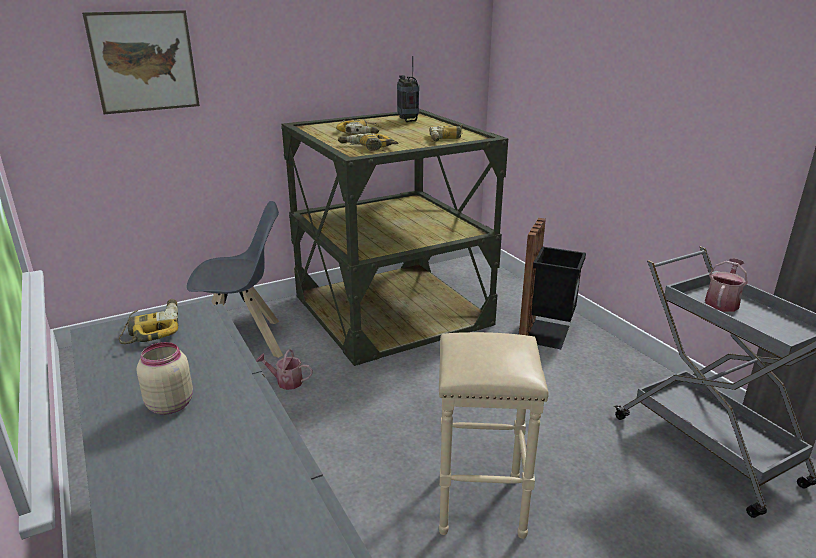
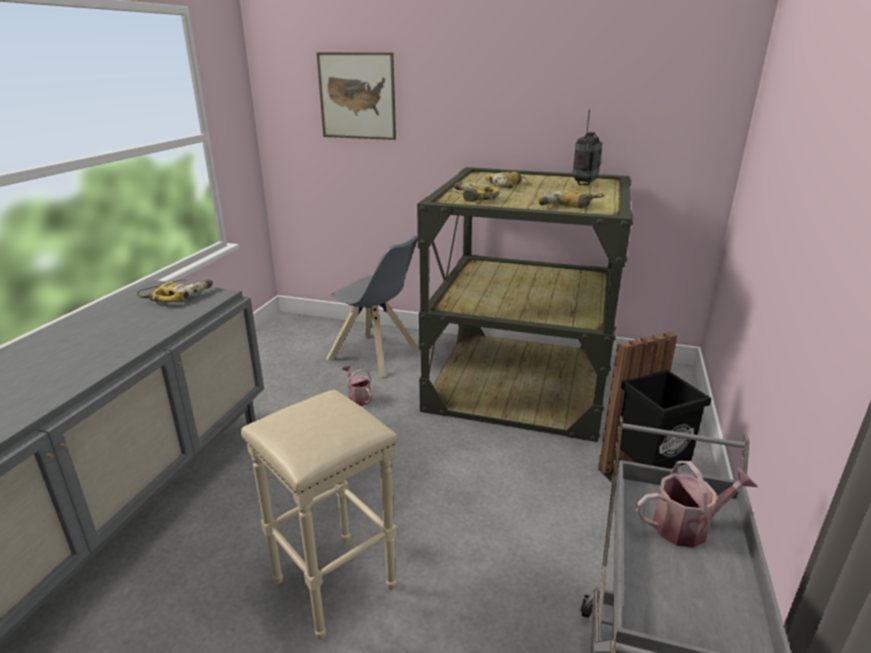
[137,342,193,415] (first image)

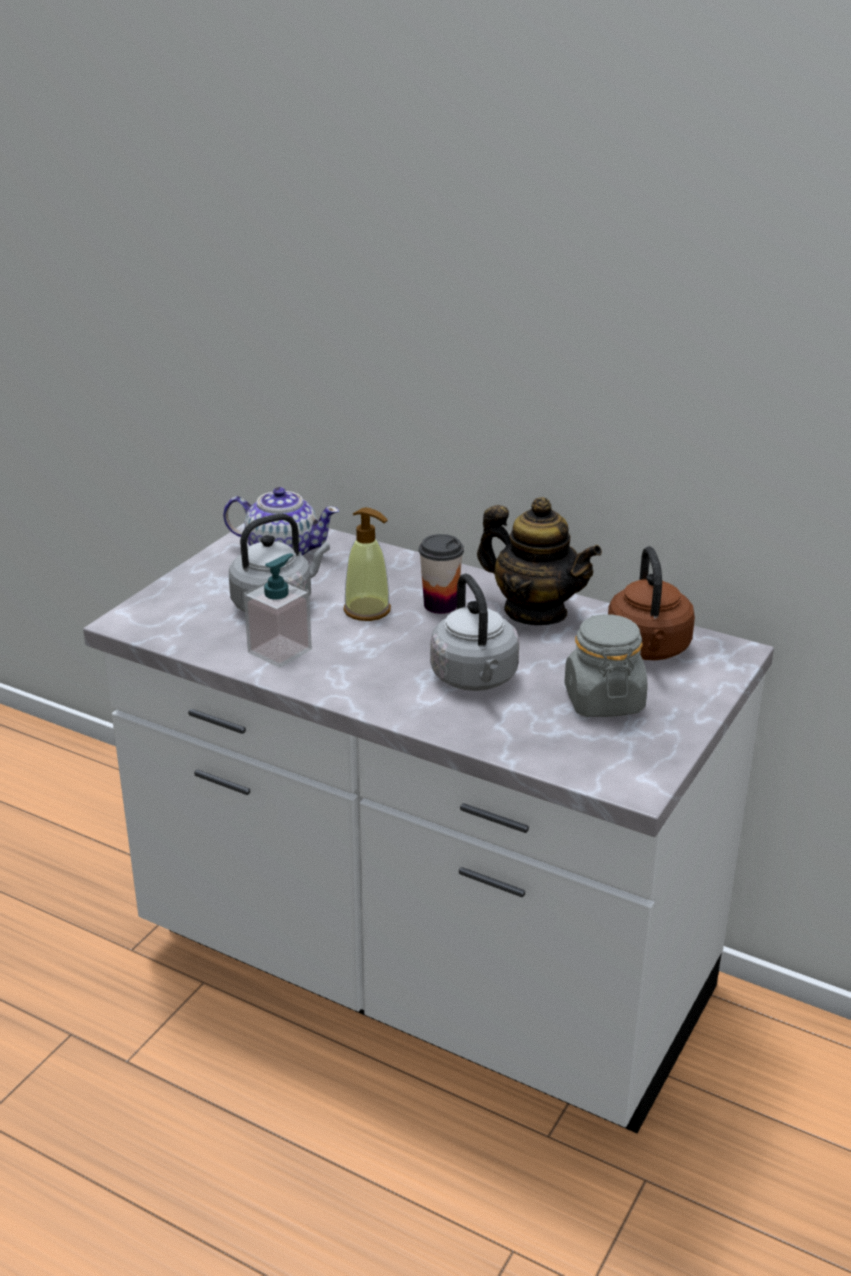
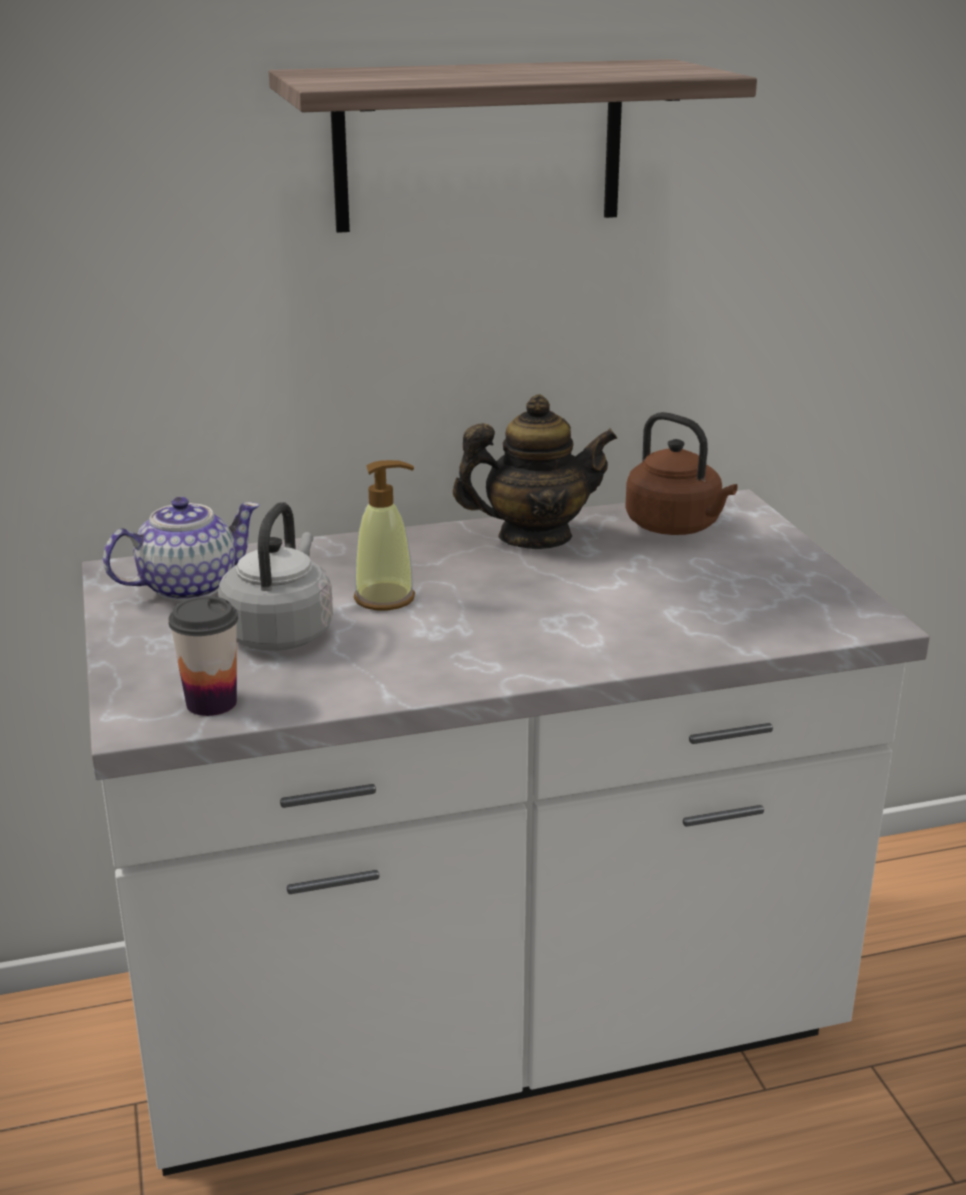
[168,596,238,716]
[269,59,757,233]
[244,553,312,668] (first image)
[430,573,520,691] (first image)
[564,614,648,717] (first image)

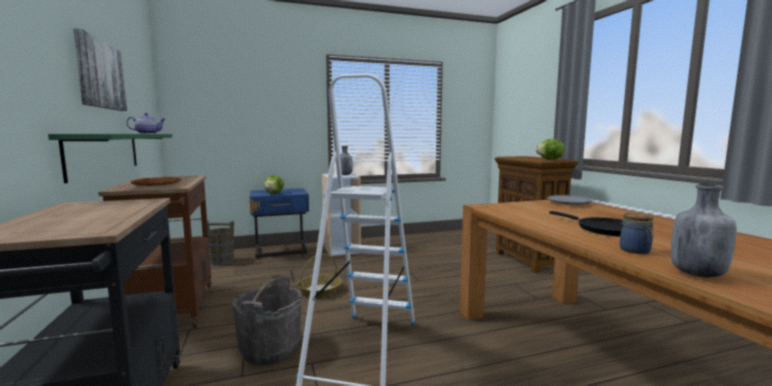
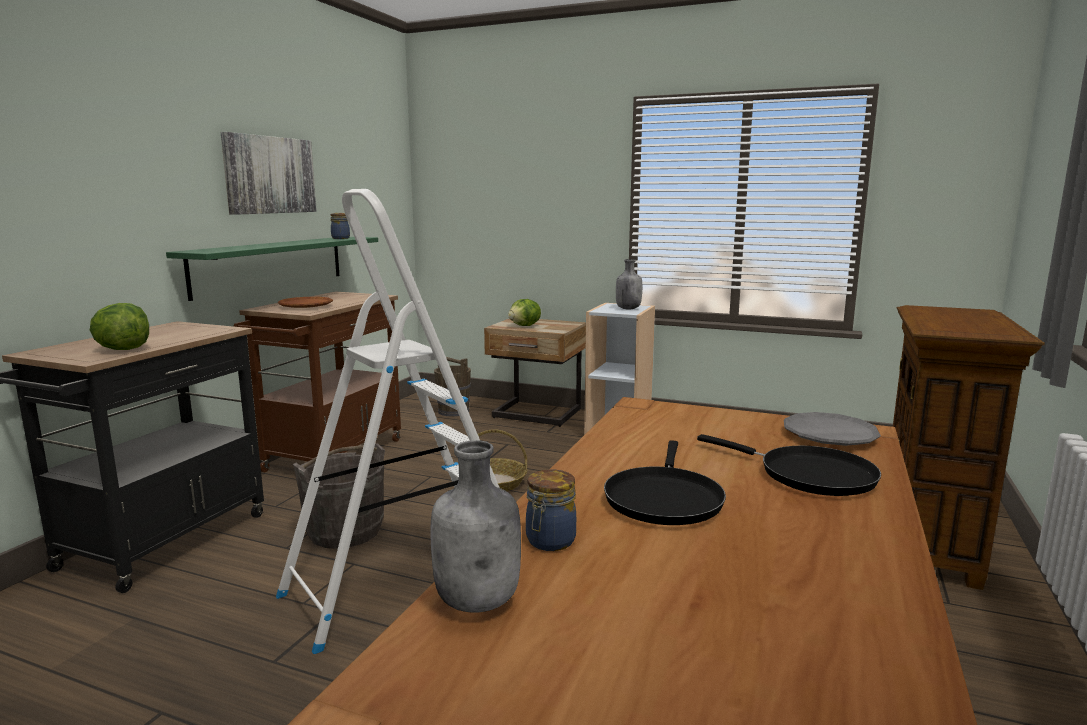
[90,303,149,350]
[330,213,350,239]
[484,318,586,427]
[697,434,881,496]

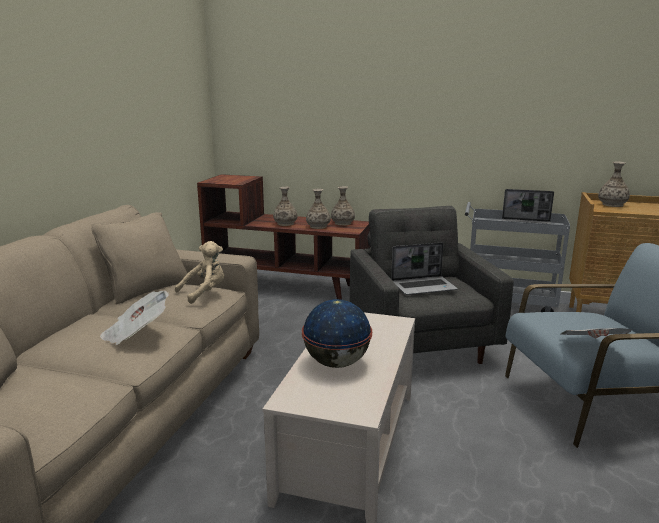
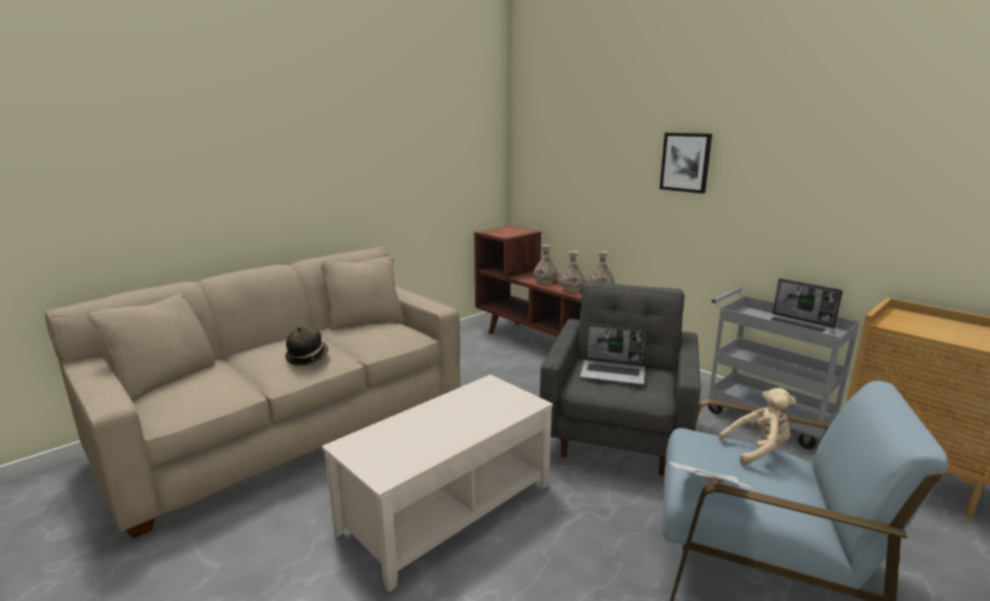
[285,327,329,366]
[660,133,712,194]
[718,388,796,466]
[302,299,372,368] (first image)
[598,161,630,207] (first image)

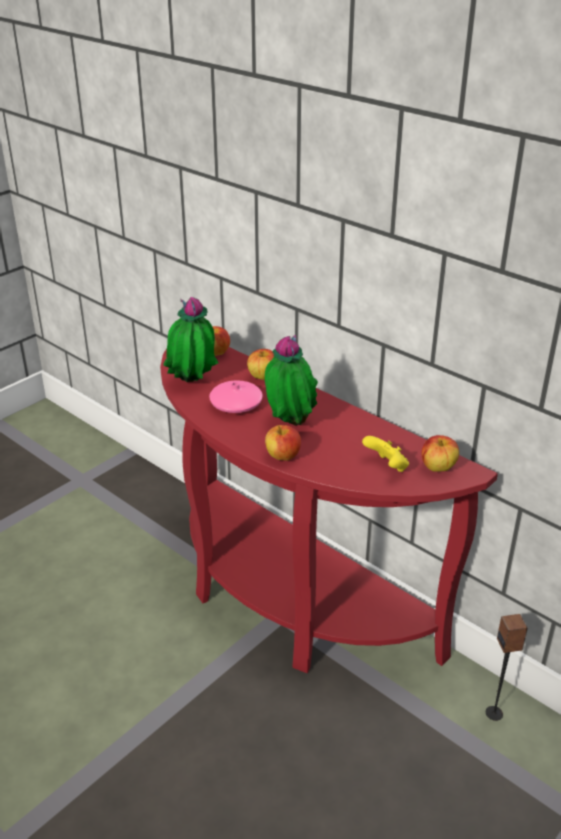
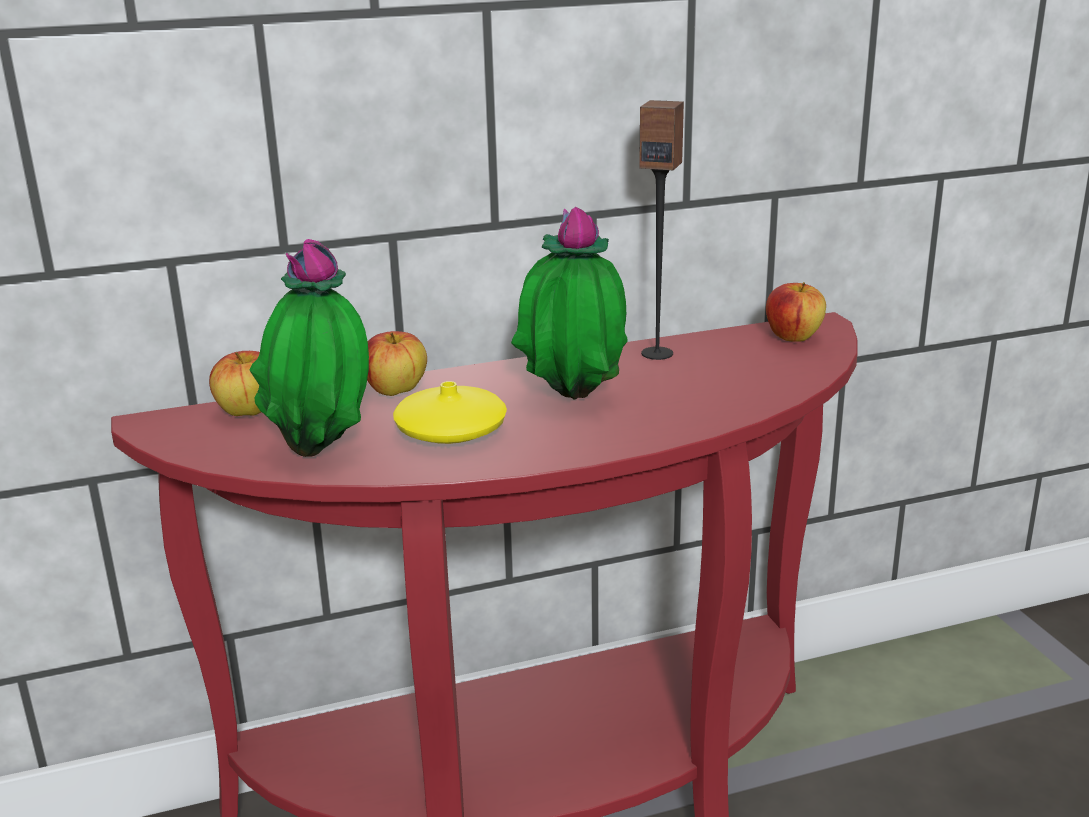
[393,381,507,444]
[639,100,684,360]
[265,425,301,461] (first image)
[362,436,409,472] (first image)

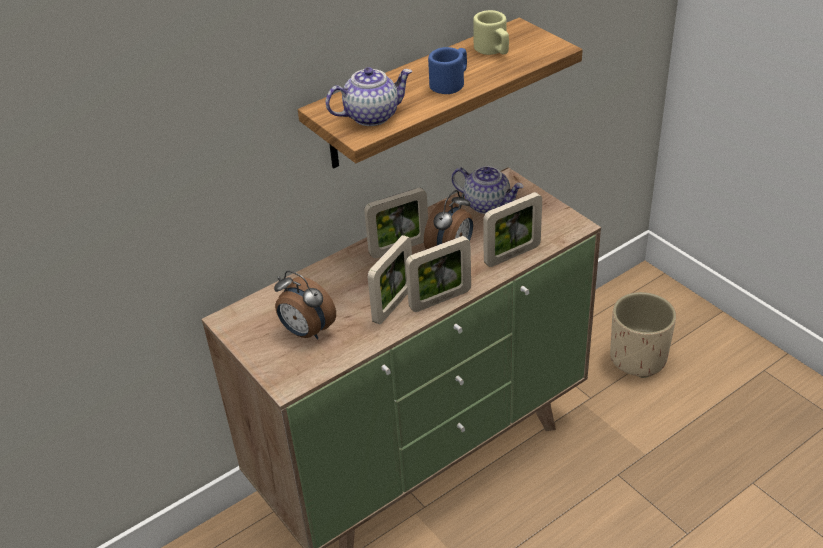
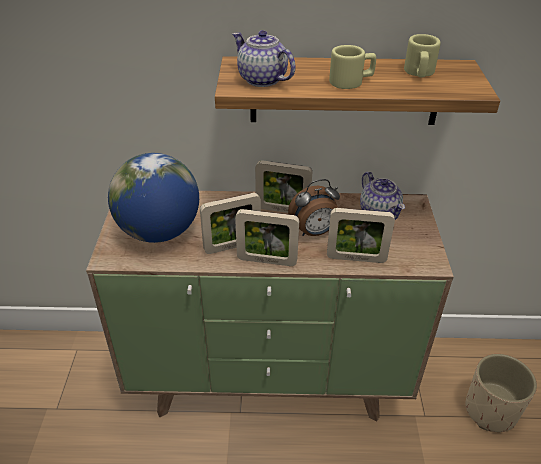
[108,153,199,243]
[232,30,296,87]
[329,45,376,89]

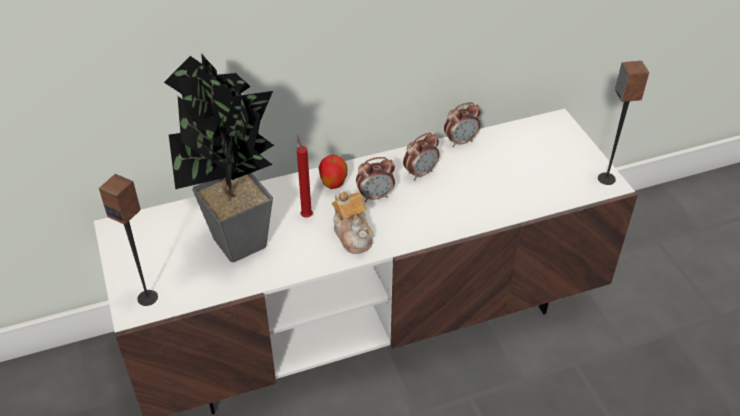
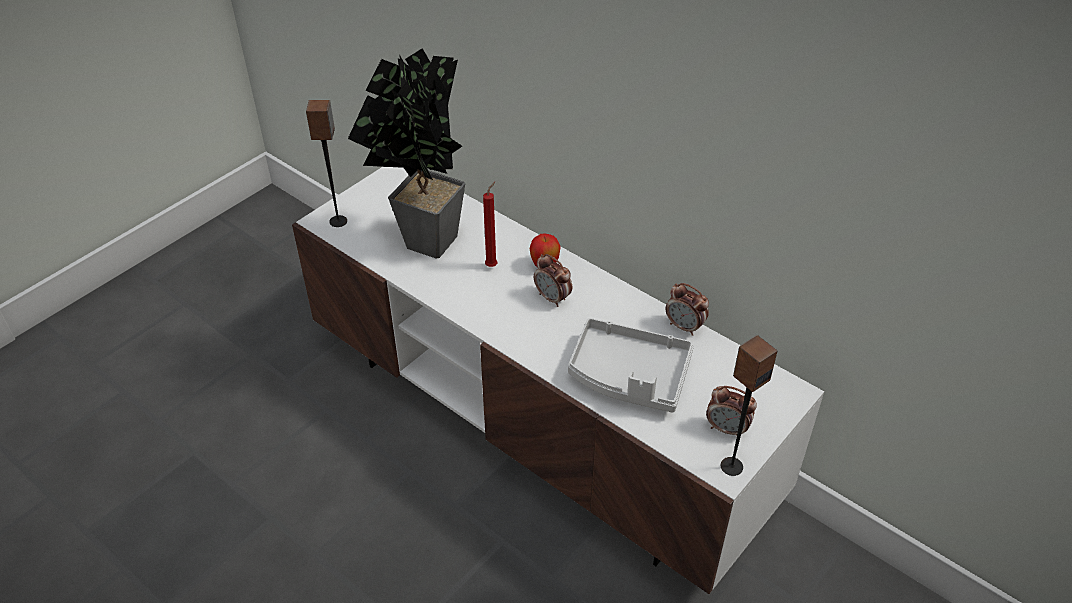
[568,318,694,413]
[706,386,757,436]
[332,191,373,254] (first image)

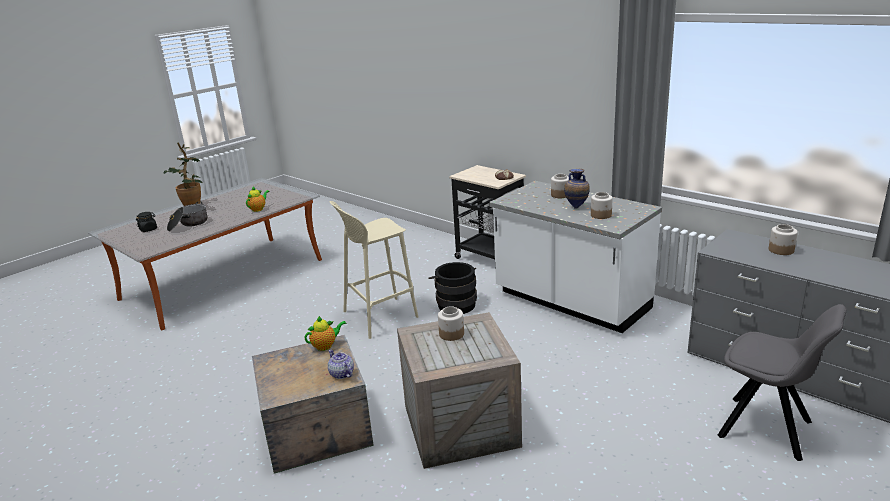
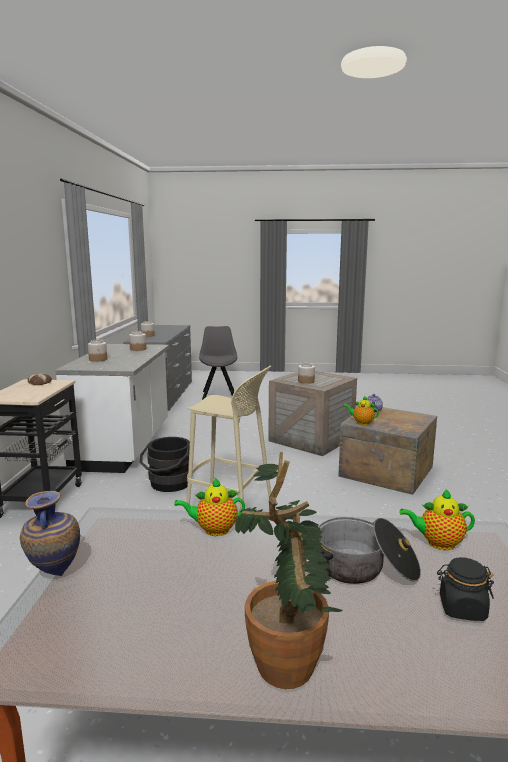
[20,491,80,576]
[399,489,475,550]

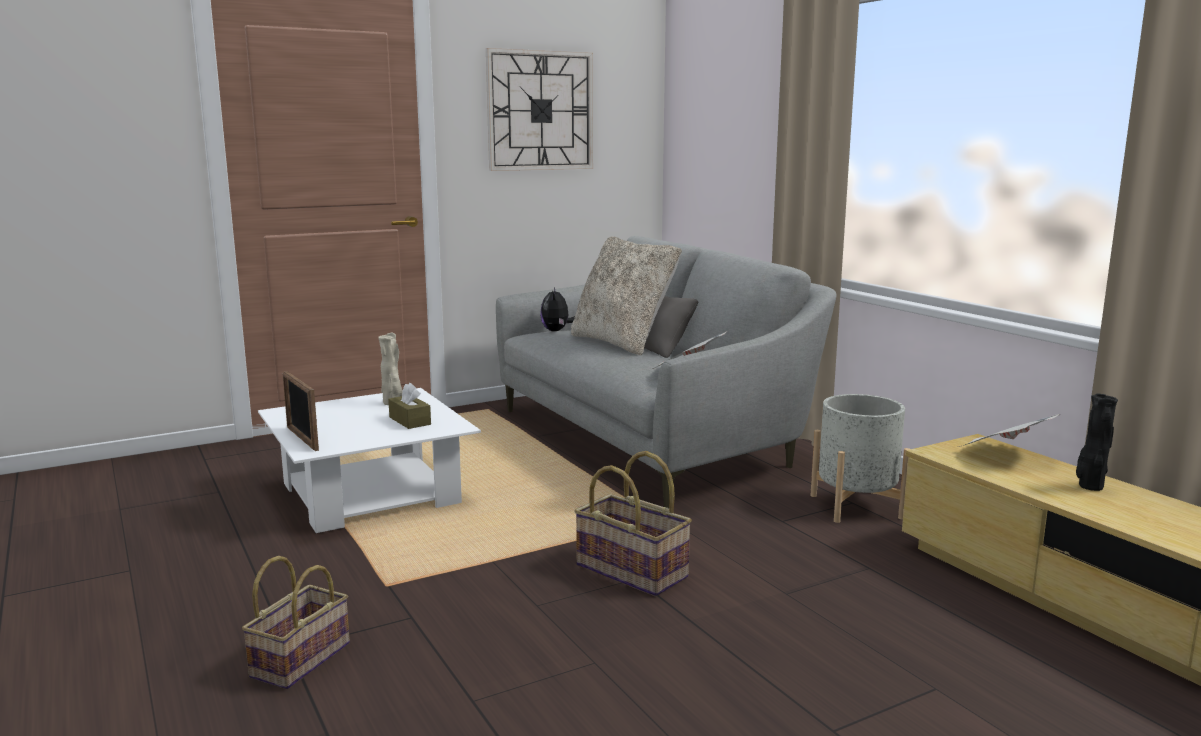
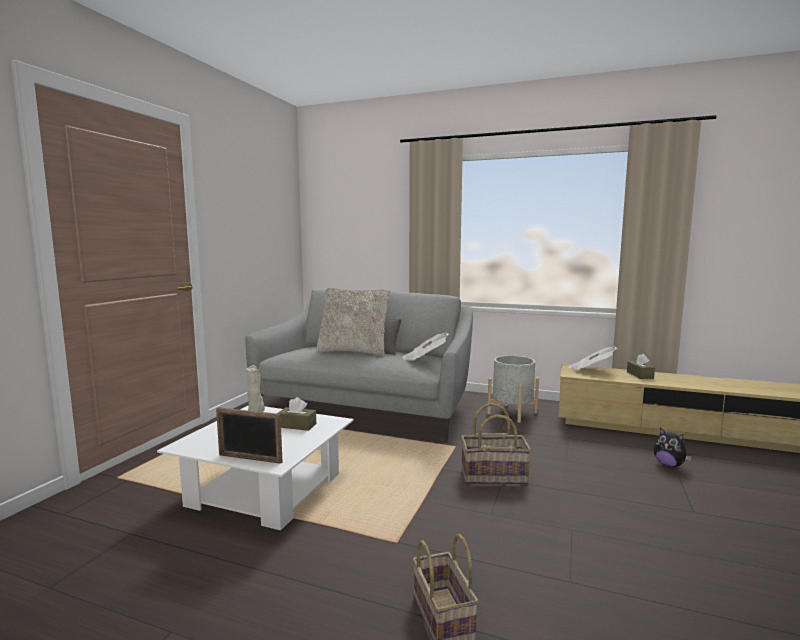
[627,354,655,379]
[654,428,692,467]
[486,48,593,171] (first image)

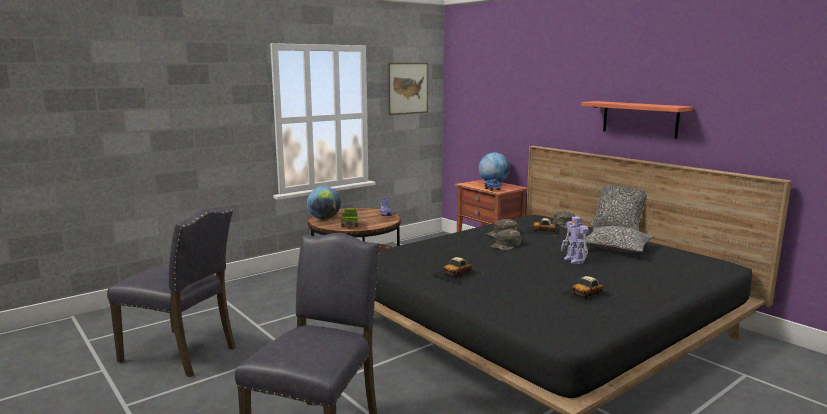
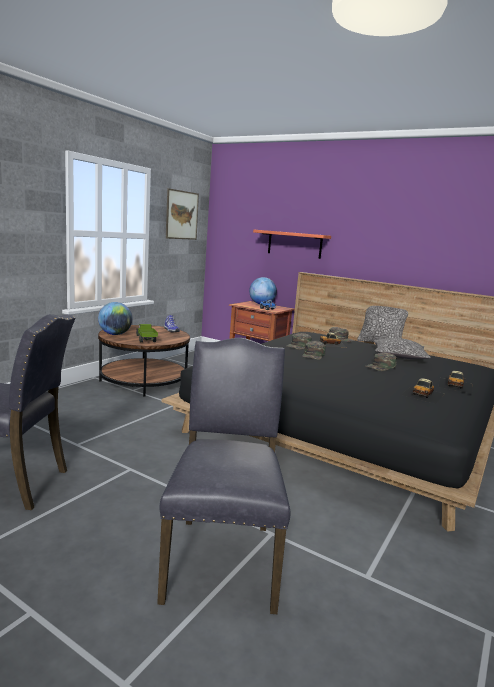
[253,230,331,259]
[365,353,397,371]
[438,371,473,394]

